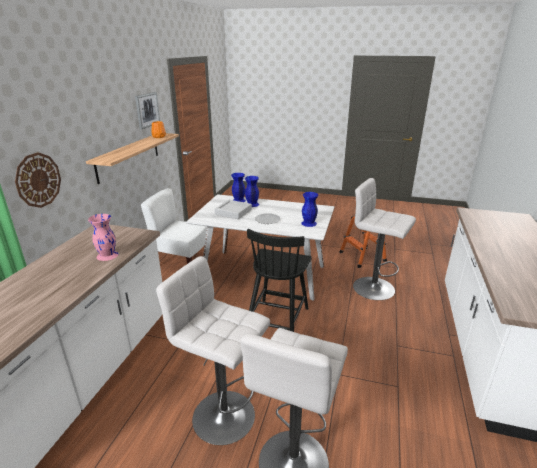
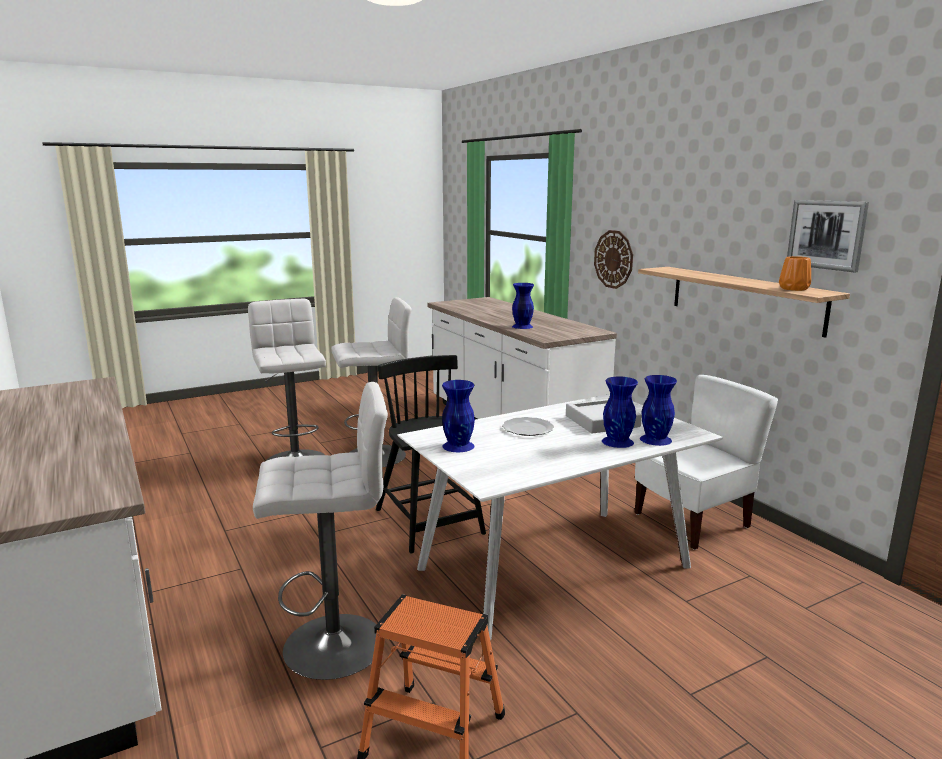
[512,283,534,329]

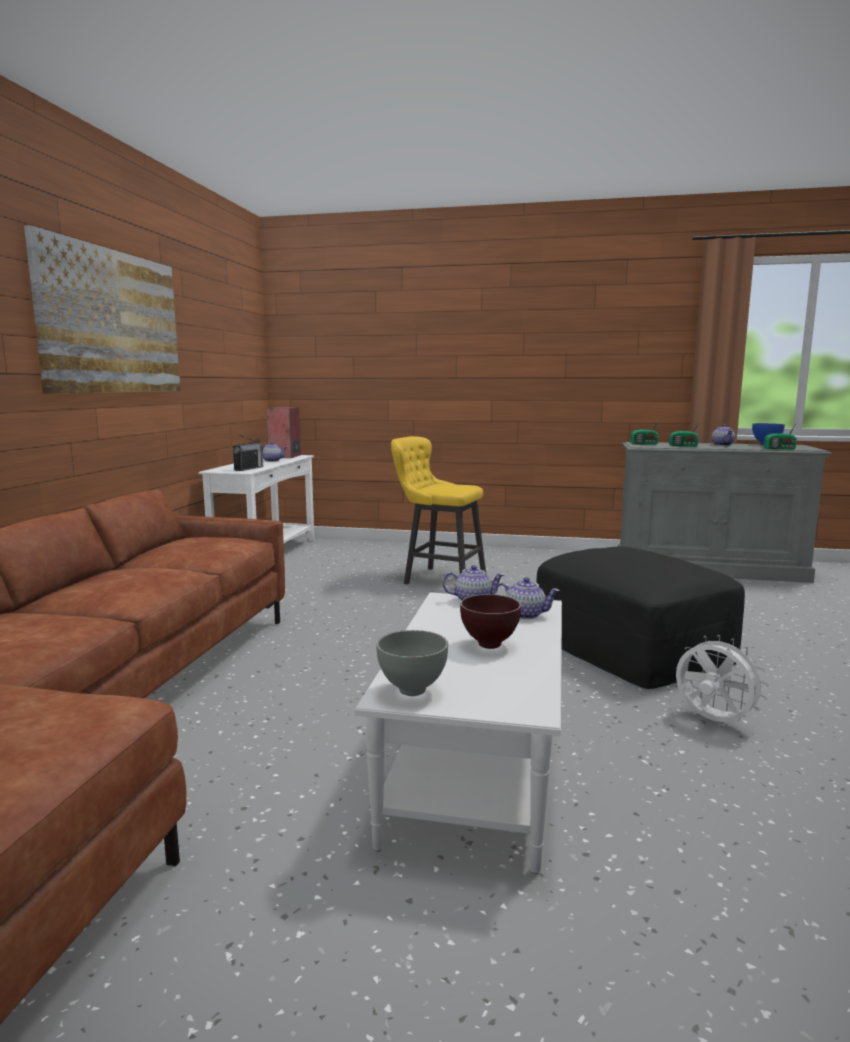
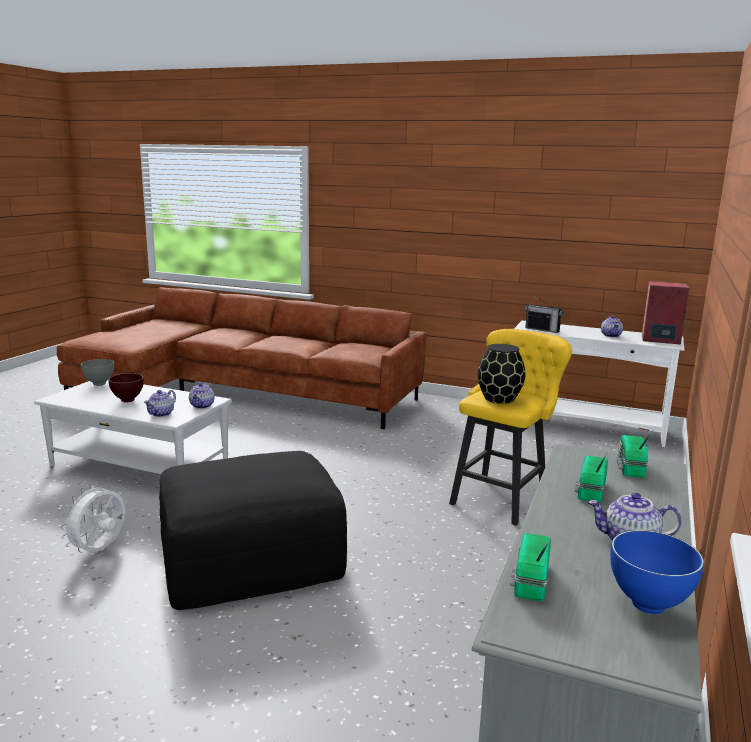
[60,483,125,553]
[477,344,525,404]
[24,225,181,394] (first image)

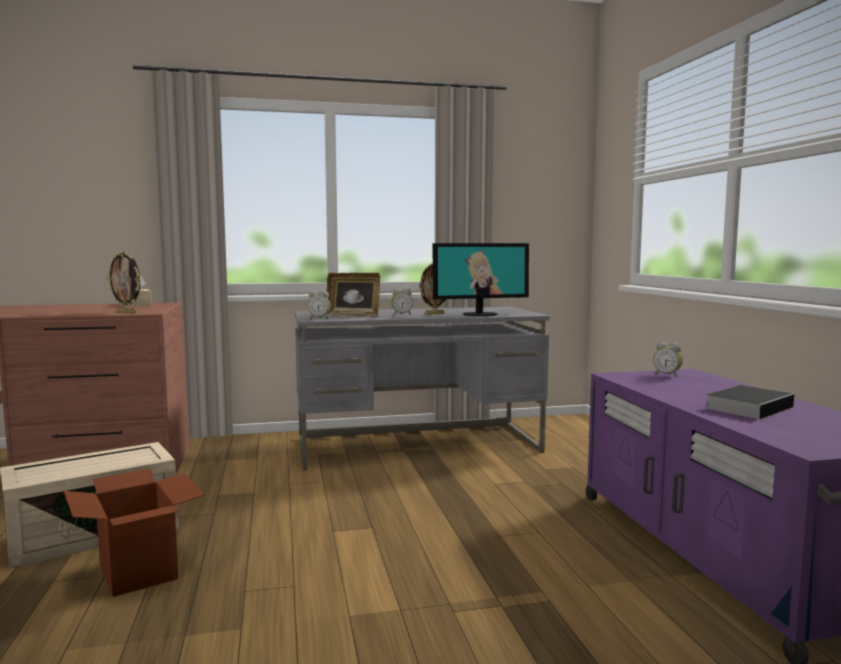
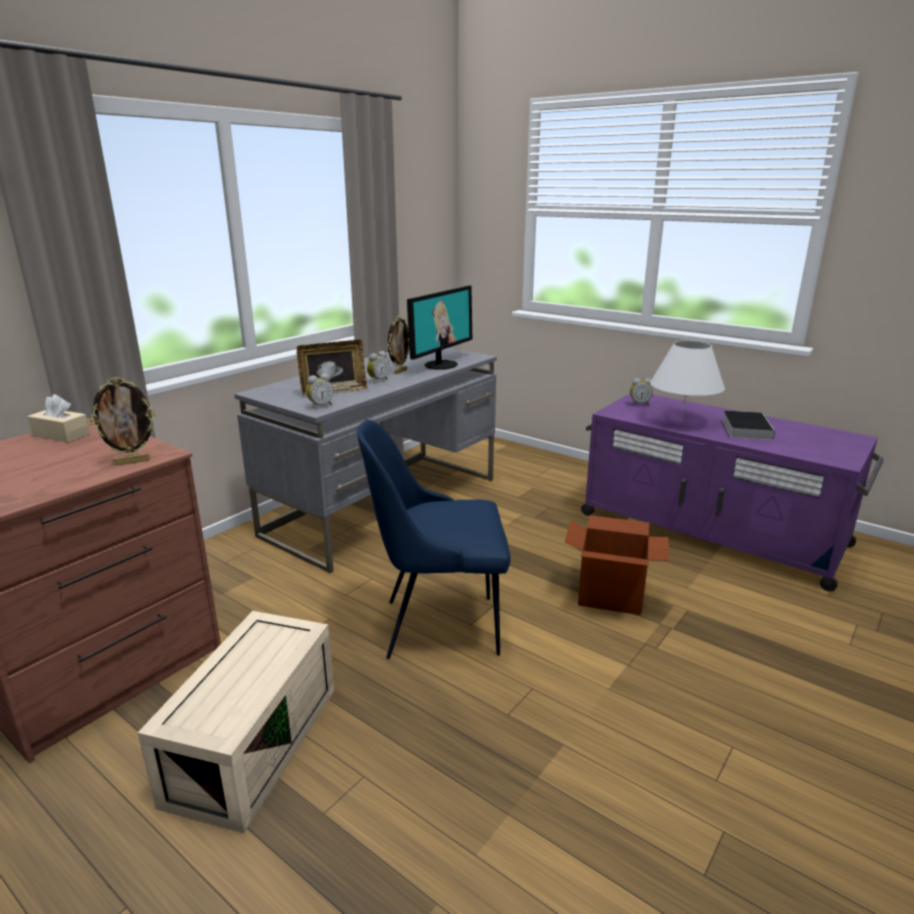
[357,420,510,659]
[565,515,669,615]
[650,340,725,422]

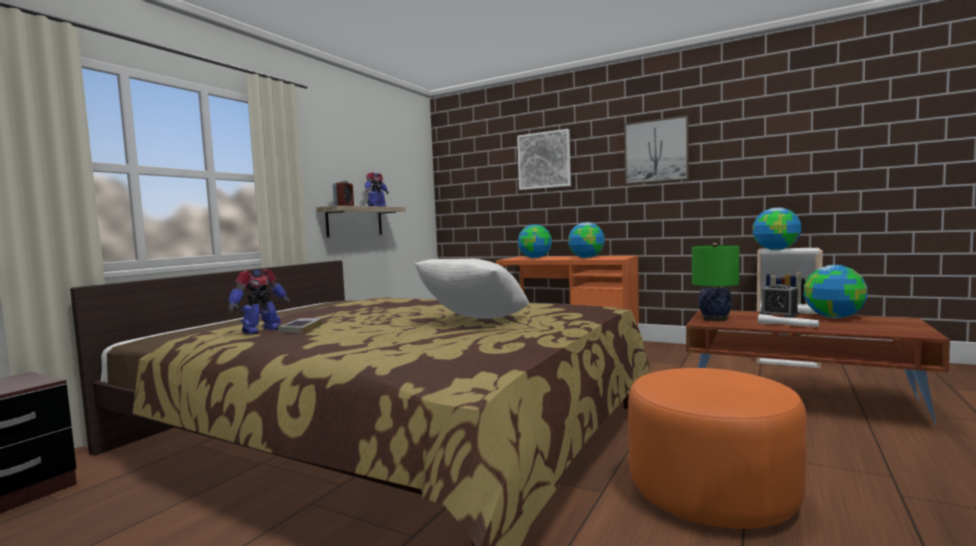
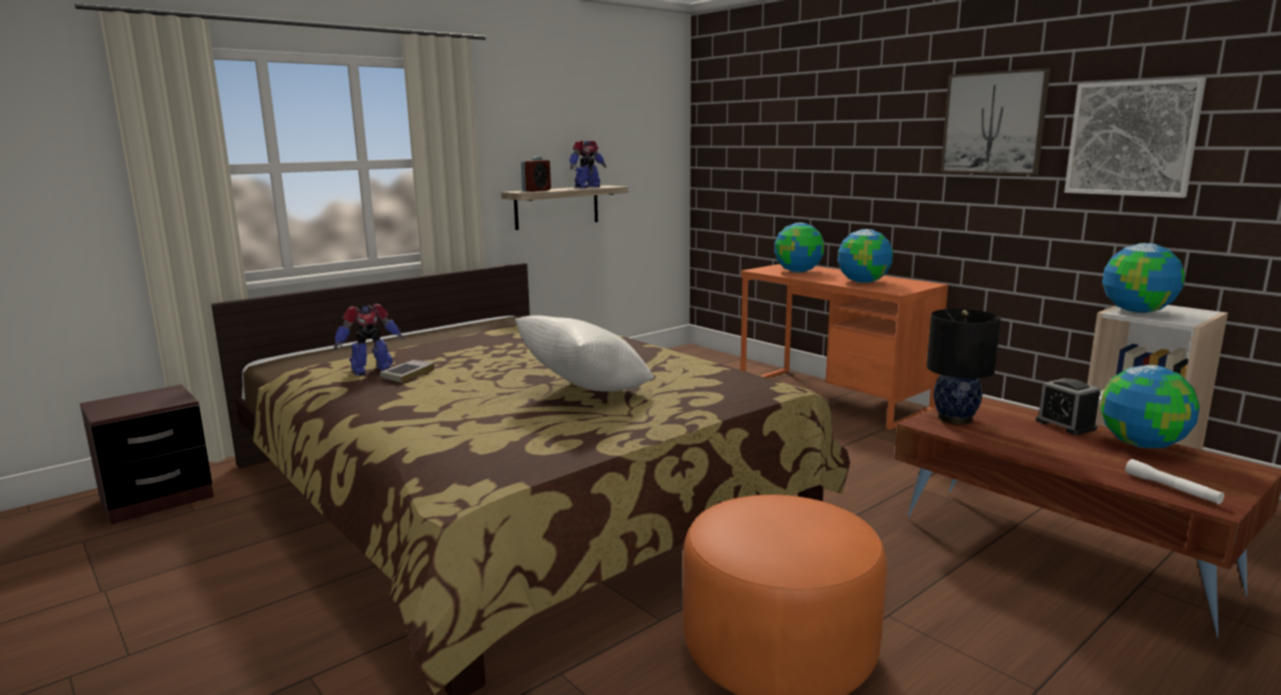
[927,309,1001,424]
[1064,77,1206,198]
[1125,459,1224,504]

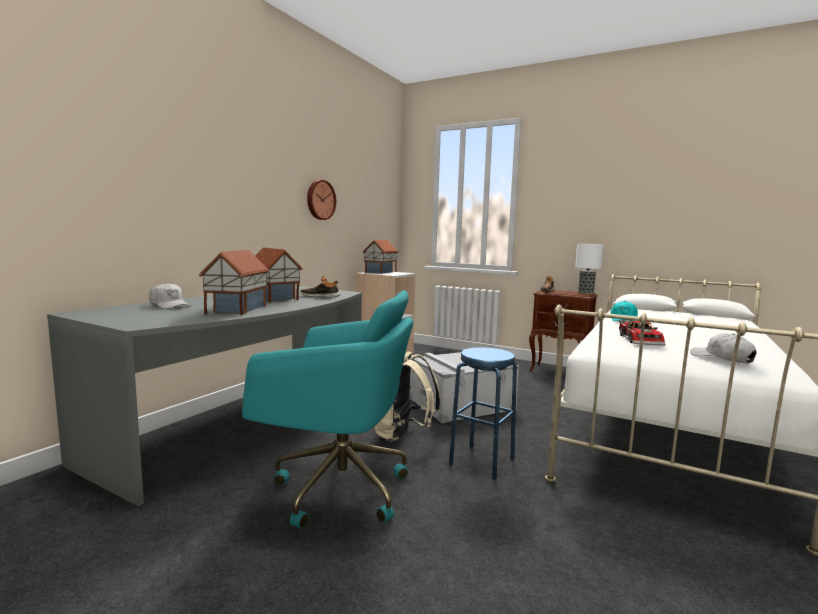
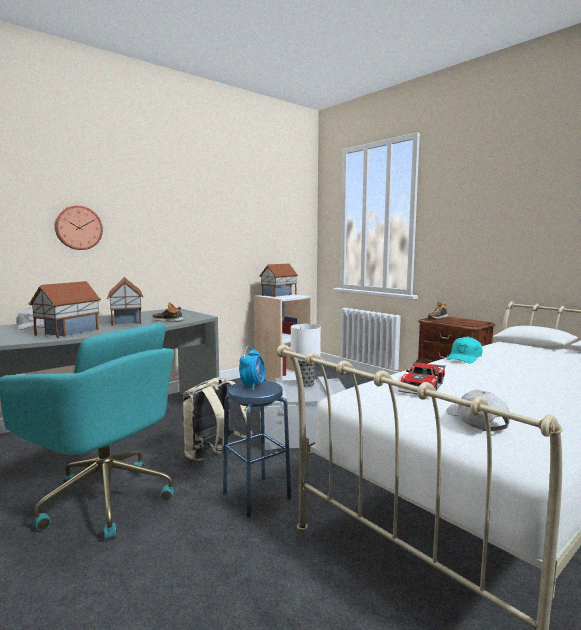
[54,205,103,250]
[239,346,265,390]
[291,324,321,387]

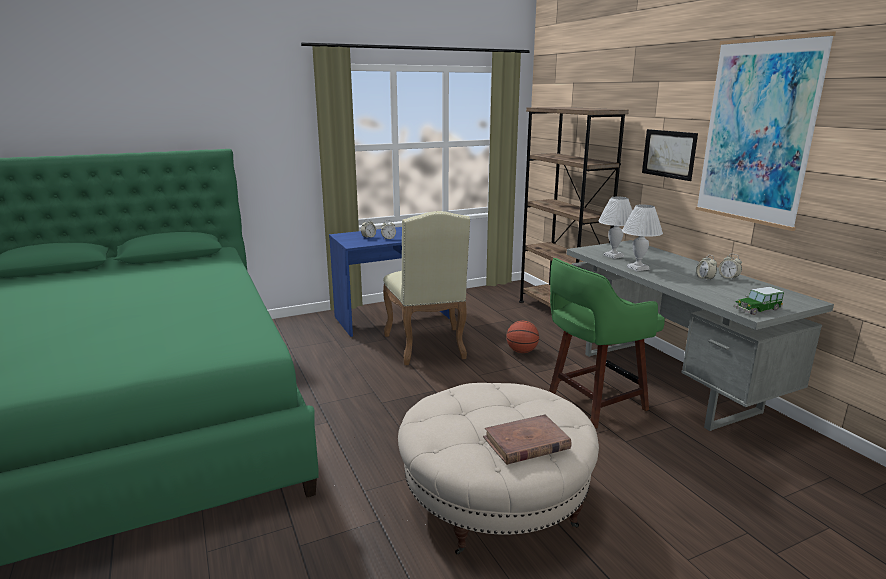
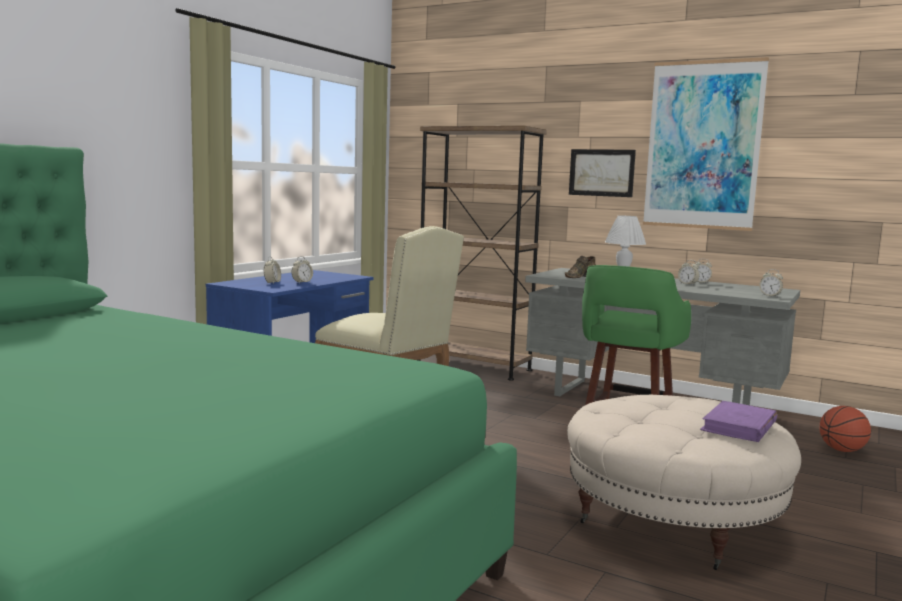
[565,256,596,278]
[700,401,777,442]
[759,269,783,297]
[819,406,871,452]

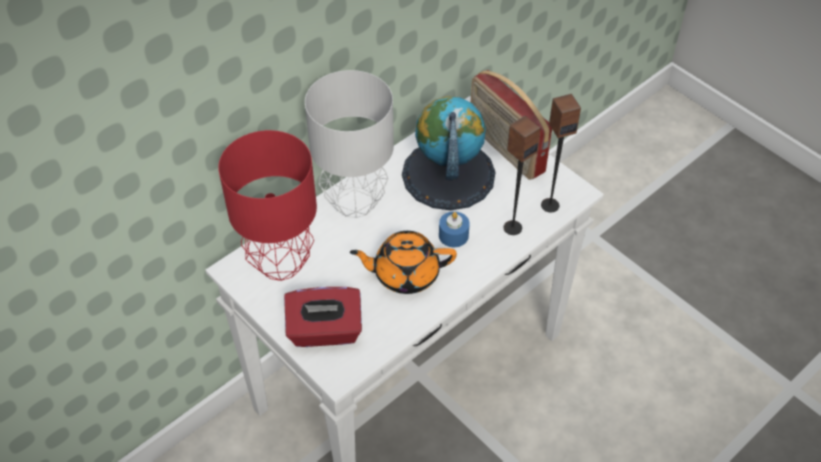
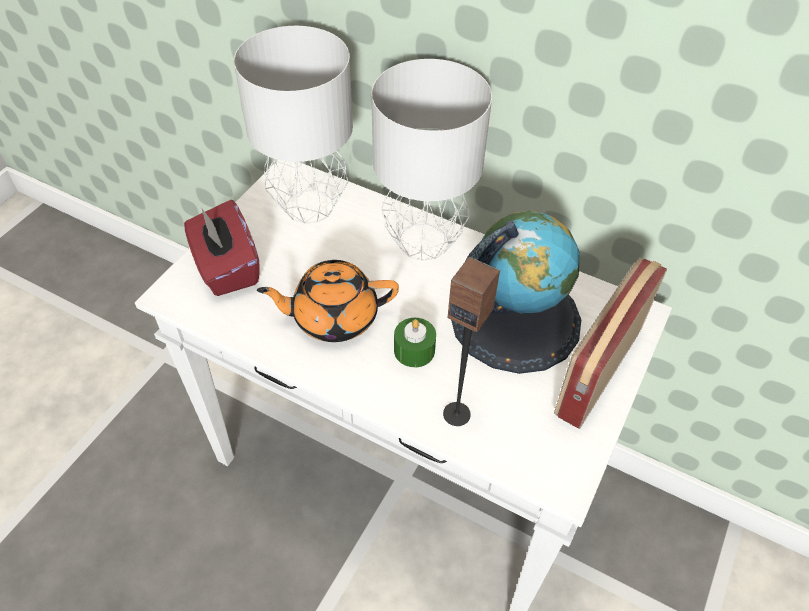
[234,26,353,223]
[257,260,399,342]
[394,318,436,368]
[541,94,581,213] (first image)

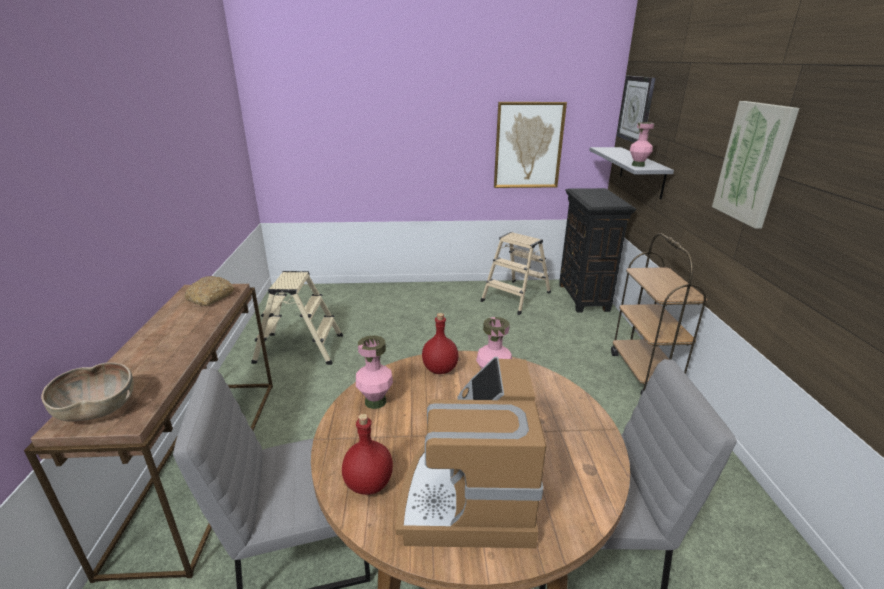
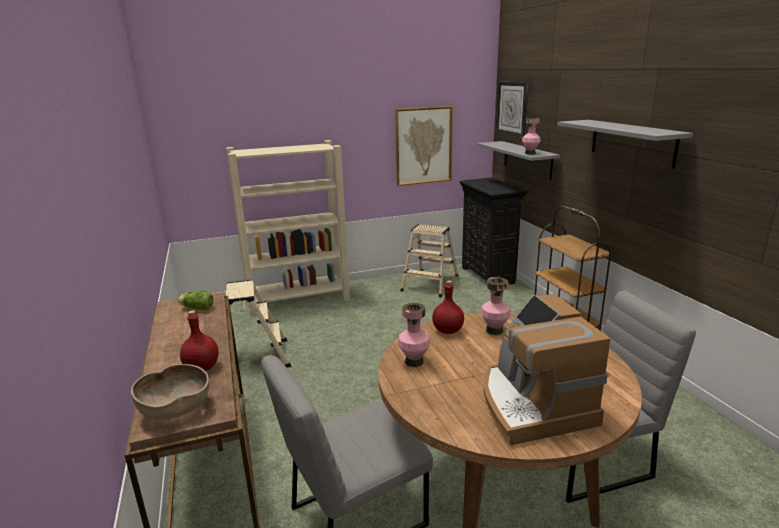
[178,291,213,310]
[180,310,219,371]
[226,140,350,316]
[557,120,693,169]

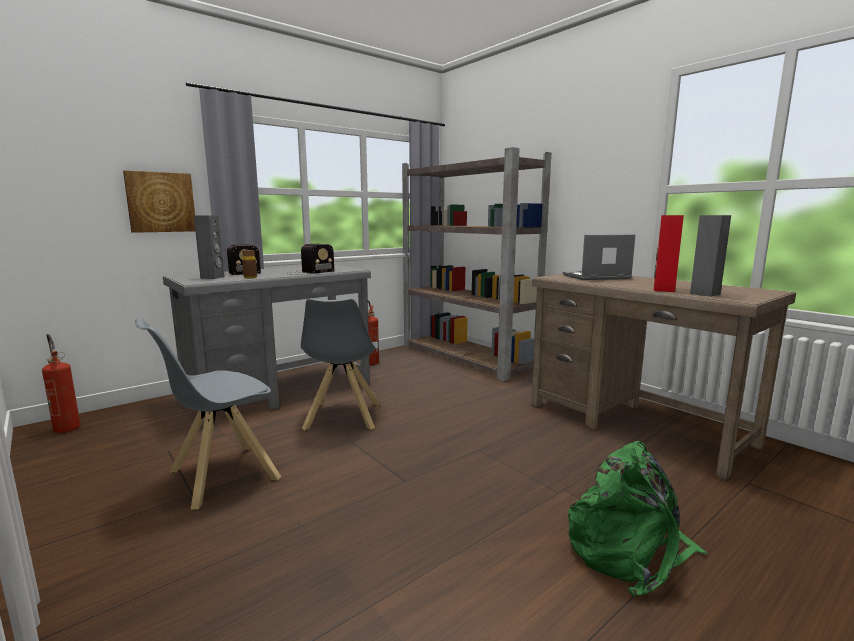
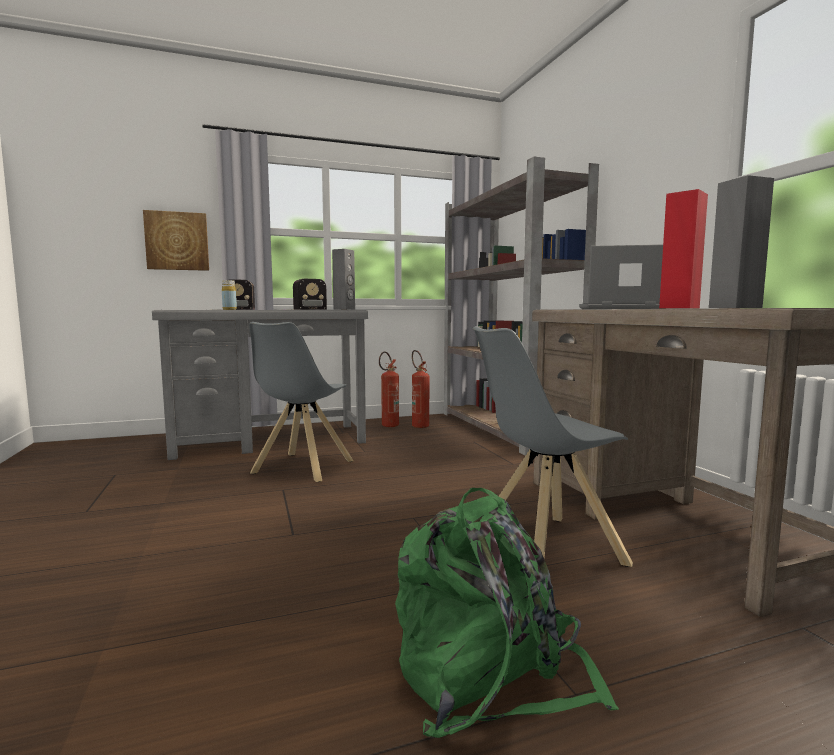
[222,280,237,310]
[332,249,355,310]
[412,350,429,428]
[472,326,633,567]

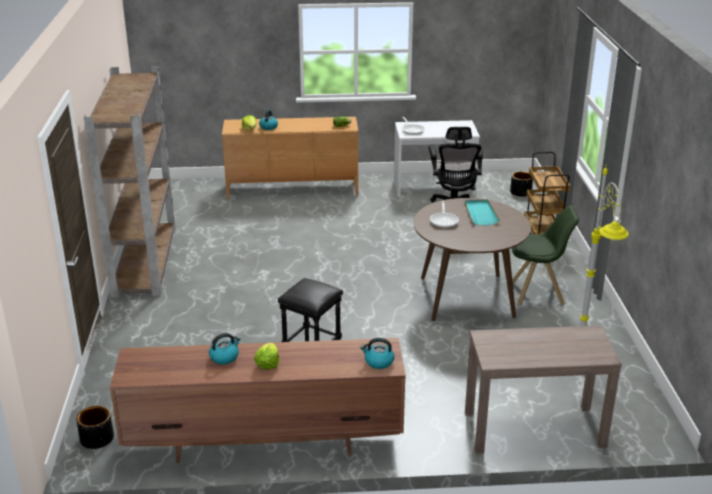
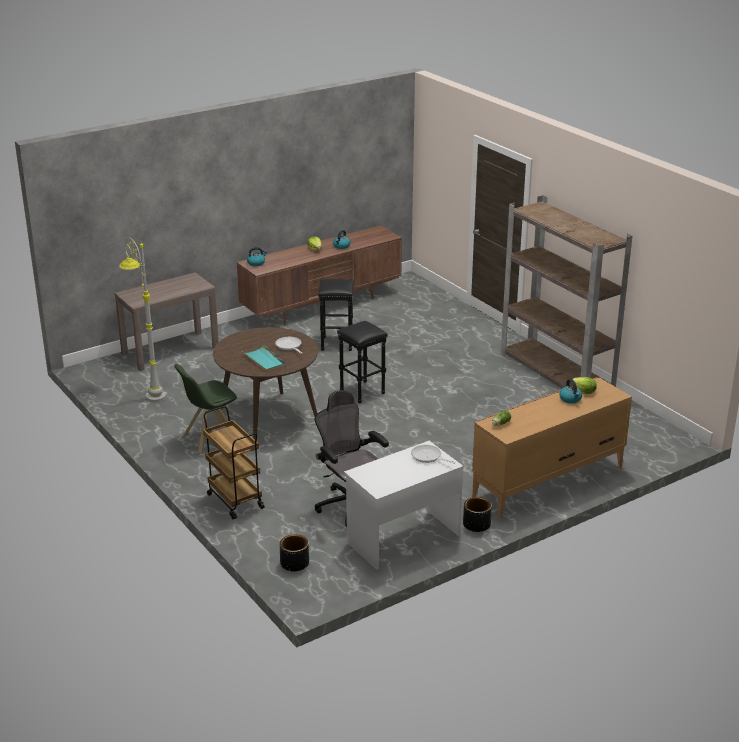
[337,321,388,403]
[463,497,492,532]

